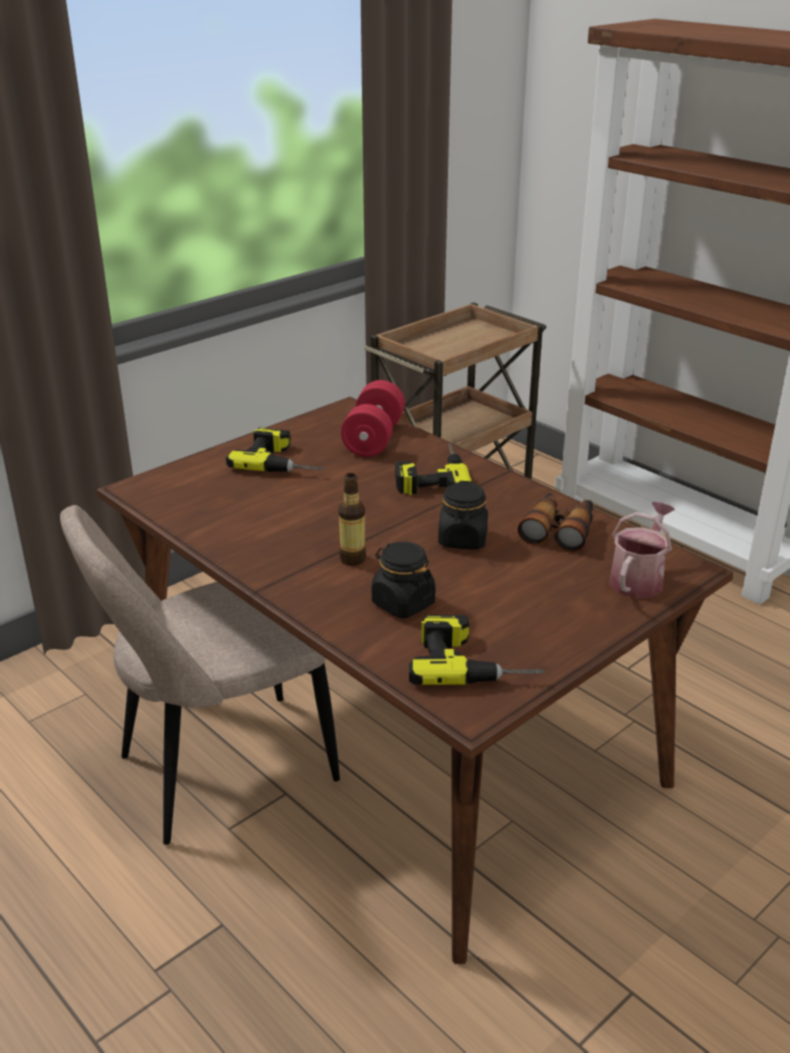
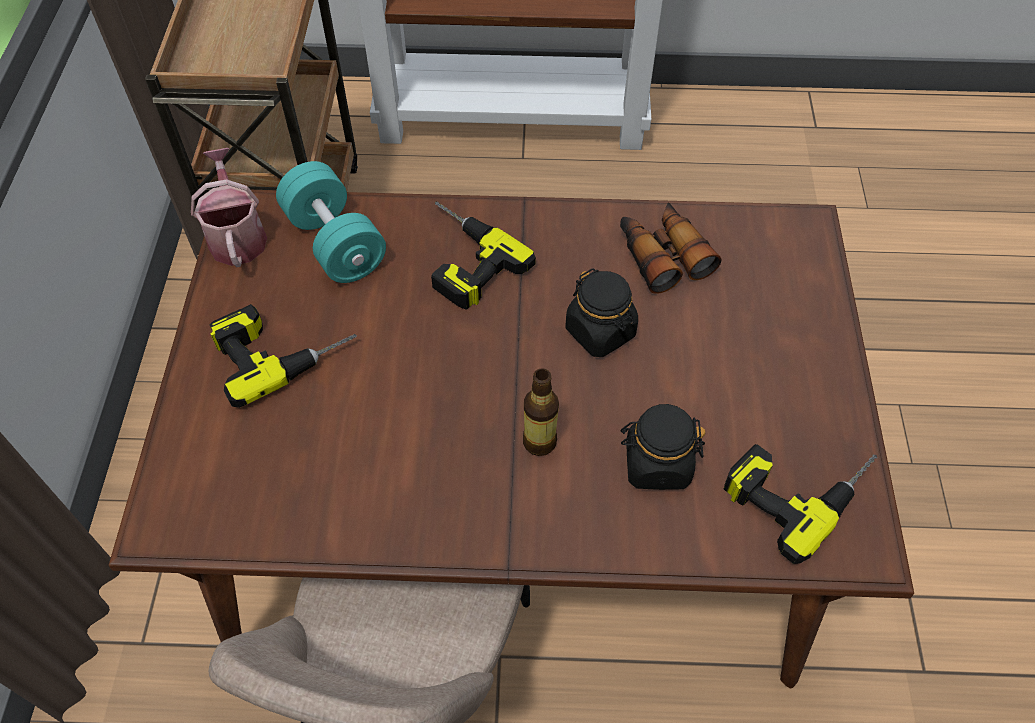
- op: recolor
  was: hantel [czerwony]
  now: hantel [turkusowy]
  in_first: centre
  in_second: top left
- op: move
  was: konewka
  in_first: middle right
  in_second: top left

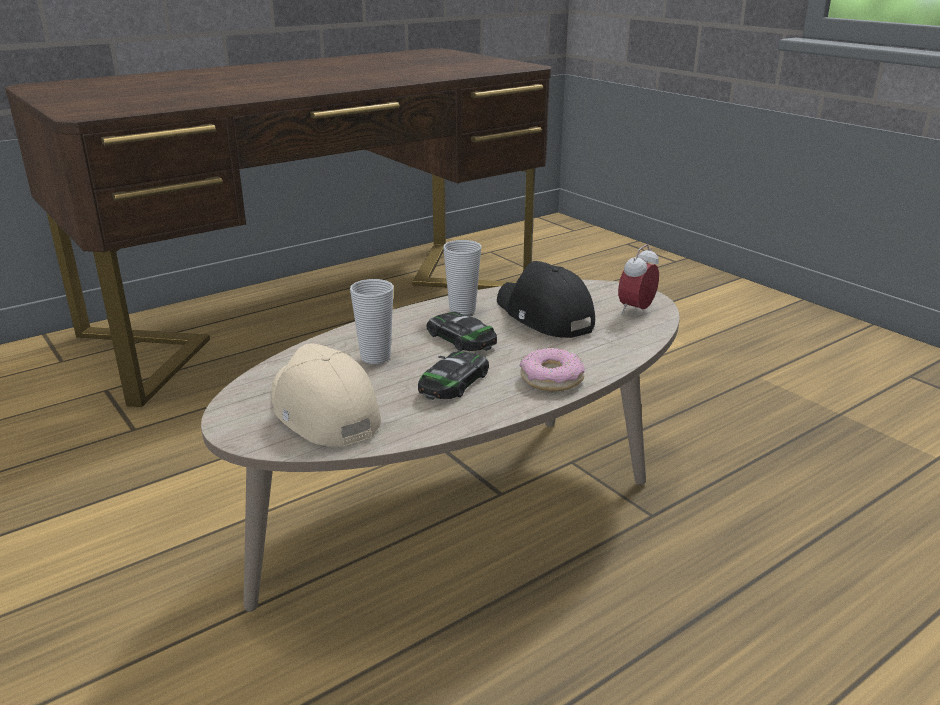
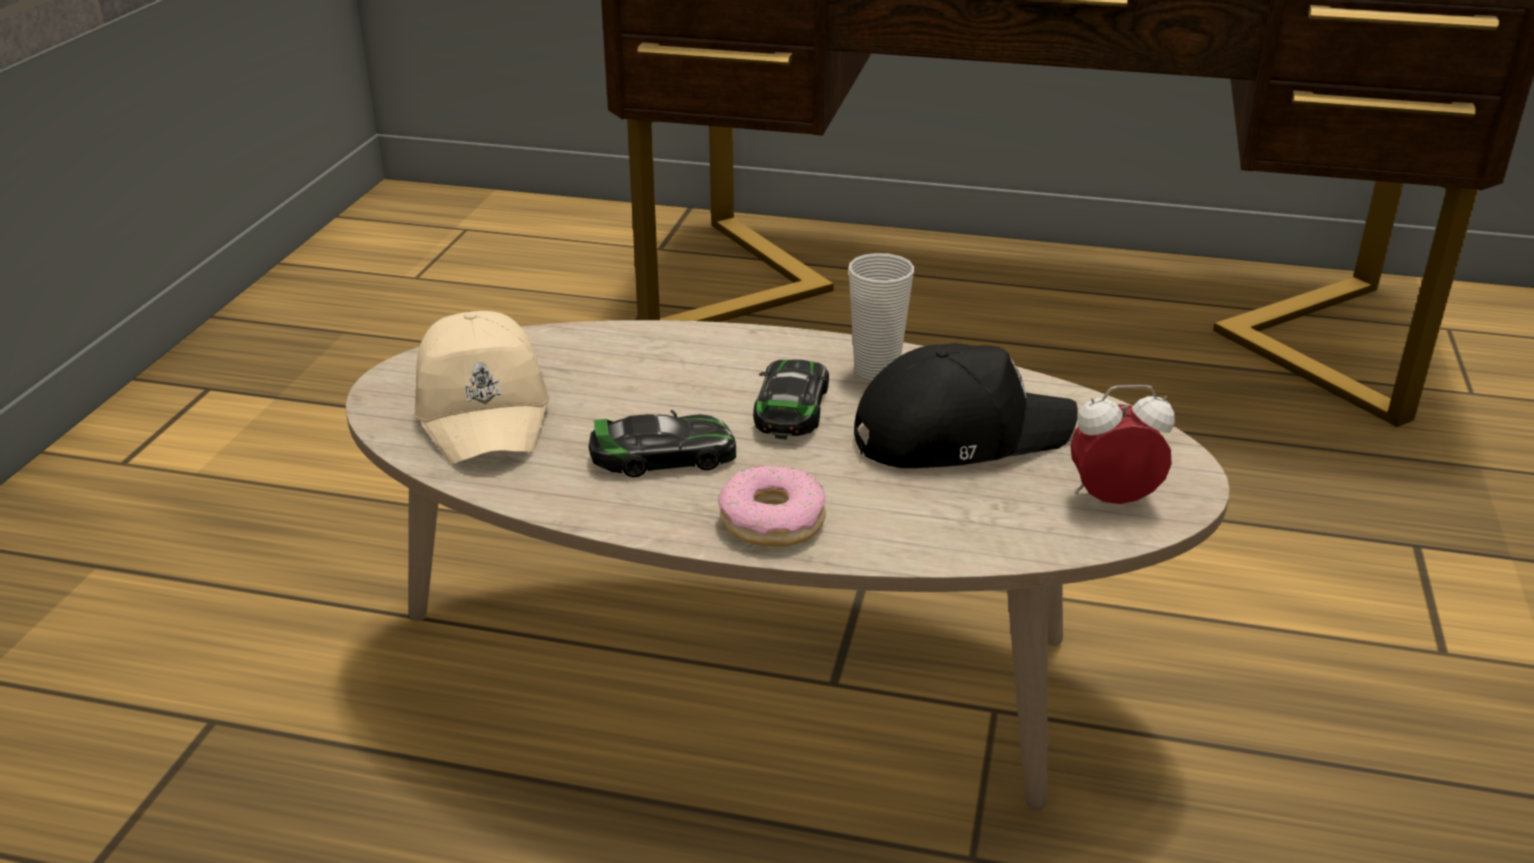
- op: rotate
  was: czapka z daszkiem [beżowy]
  in_first: centre
  in_second: middle left
  clockwise: 150
- op: delete
  was: filiżanka (1st from left)
  in_first: centre
- op: rotate
  was: czapka z daszkiem [czarny]
  in_first: centre
  in_second: centre
  clockwise: 60

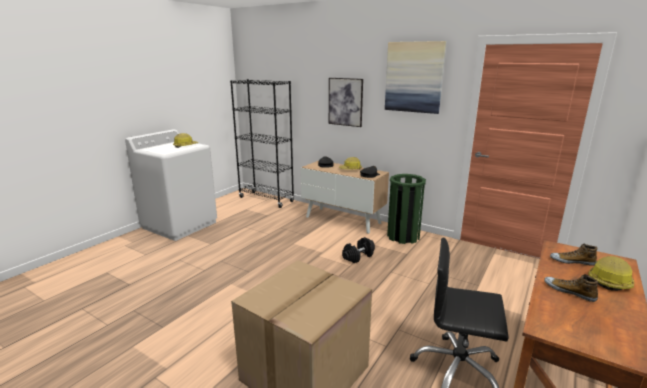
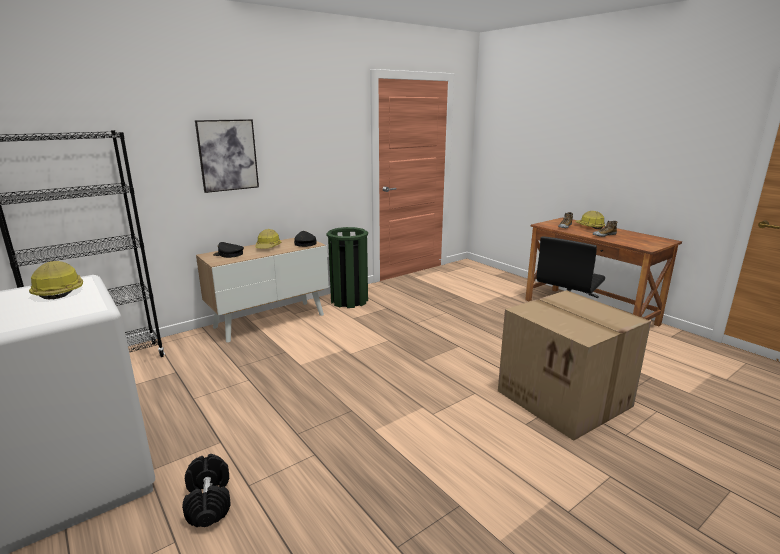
- op: move
  was: hantel [czarny]
  in_first: centre
  in_second: bottom left
- op: delete
  was: obraz (2nd from left)
  in_first: top centre

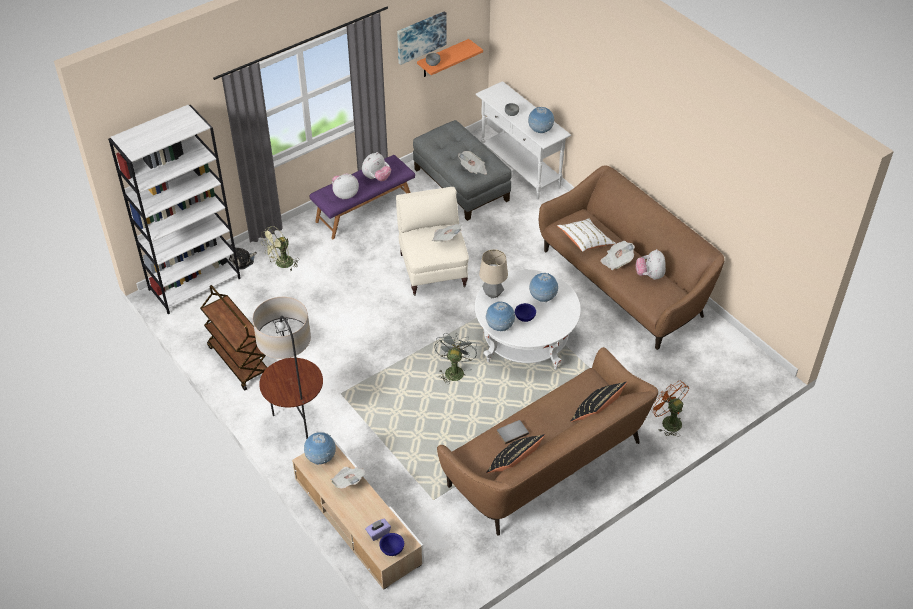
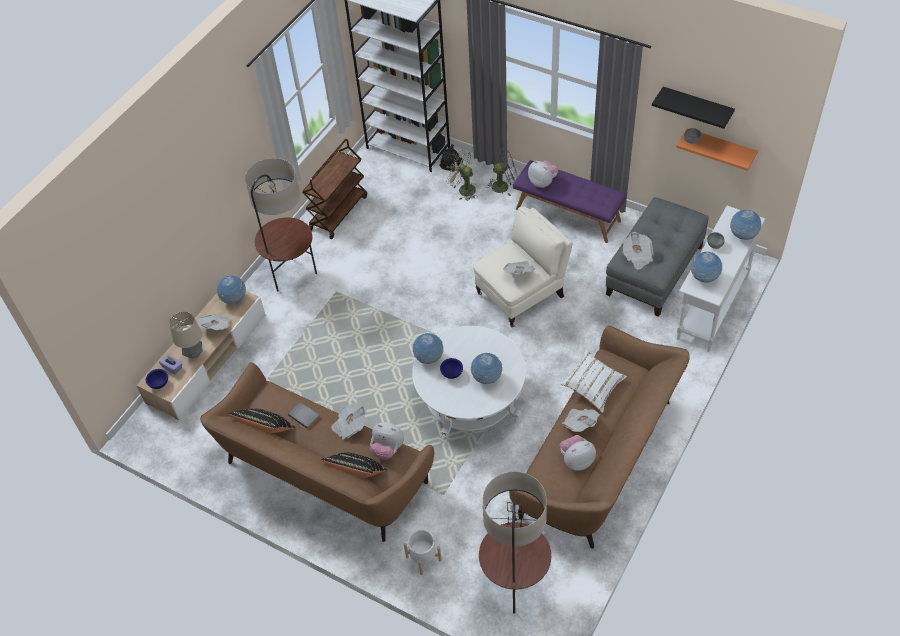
- op: move
  was: pluszak (3rd from left in the first image)
  now: pluszak (1st from left)
  in_first: top centre
  in_second: bottom centre
- op: replace
  was: obraz
  now: półka [czarny]
  in_first: top centre
  in_second: top right
- op: move
  was: wentylator [szary]
  in_first: centre
  in_second: top centre
- op: move
  was: lampa stołowa
  in_first: centre
  in_second: middle left
- op: replace
  was: wentylator [pomarańczowy]
  now: donica [biały]
  in_first: bottom right
  in_second: bottom centre
- op: insert
  now: gazeta (2nd from left)
  in_second: centre
- op: insert
  now: lampa stojąca (2nd from left)
  in_second: bottom centre
- op: insert
  now: globus (5th from left)
  in_second: middle right

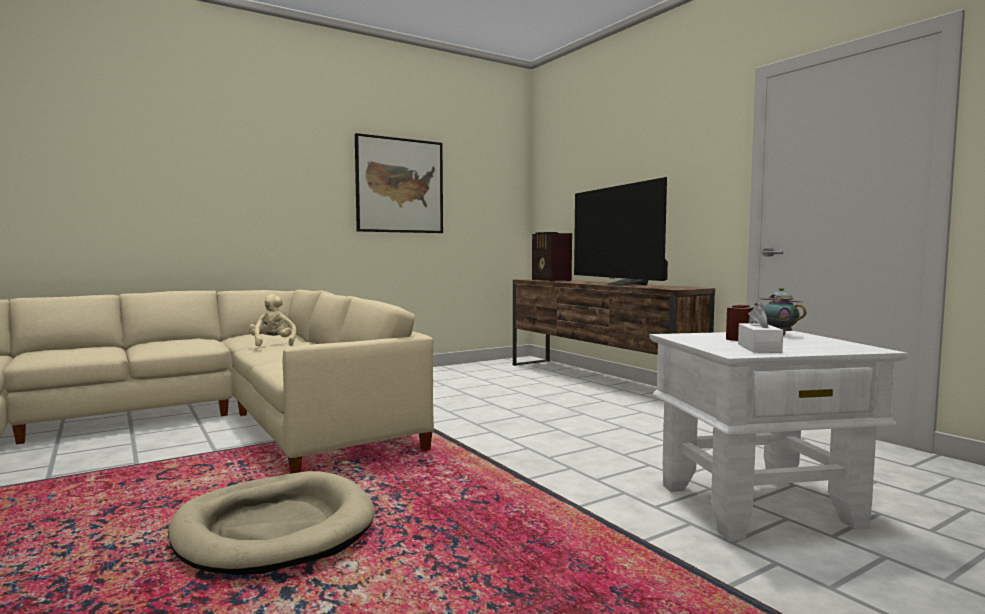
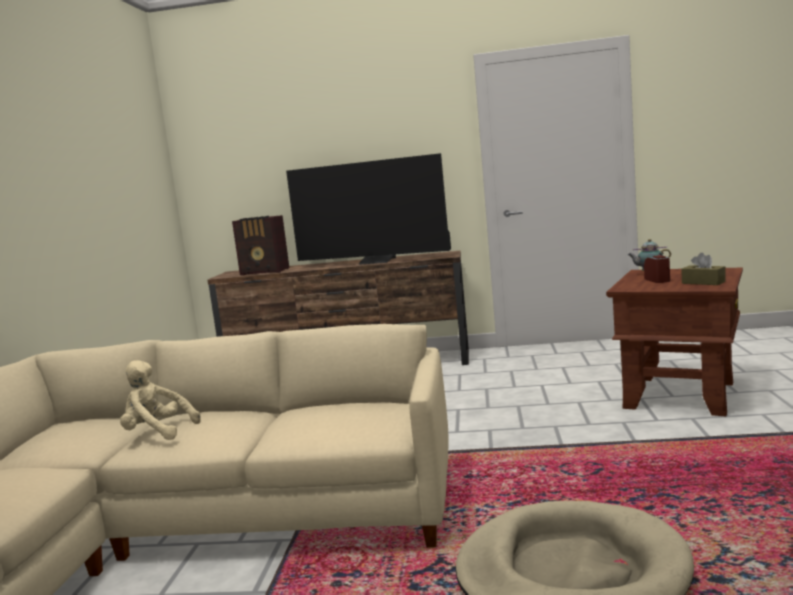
- op: delete
  was: obraz
  in_first: top centre
- op: recolor
  was: stolik [biały]
  now: stolik [brązowy]
  in_first: bottom right
  in_second: middle right
- op: recolor
  was: pudełko chusteczek [biały]
  now: pudełko chusteczek [brązowy]
  in_first: middle right
  in_second: middle right

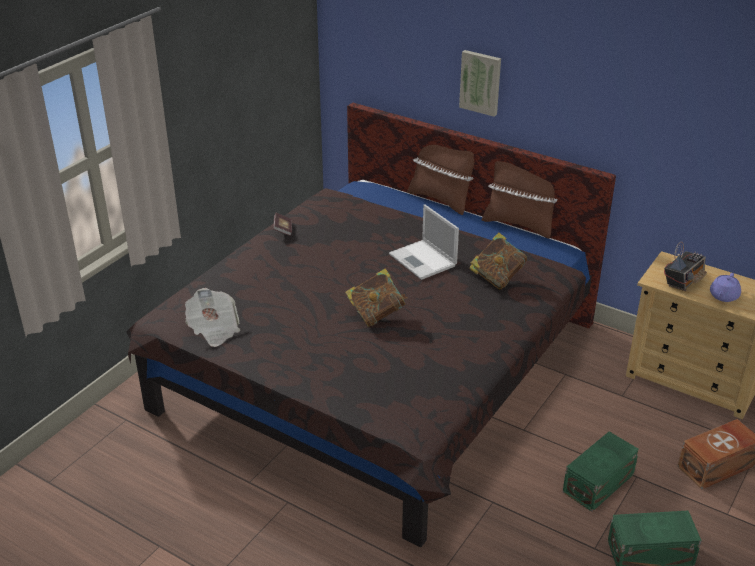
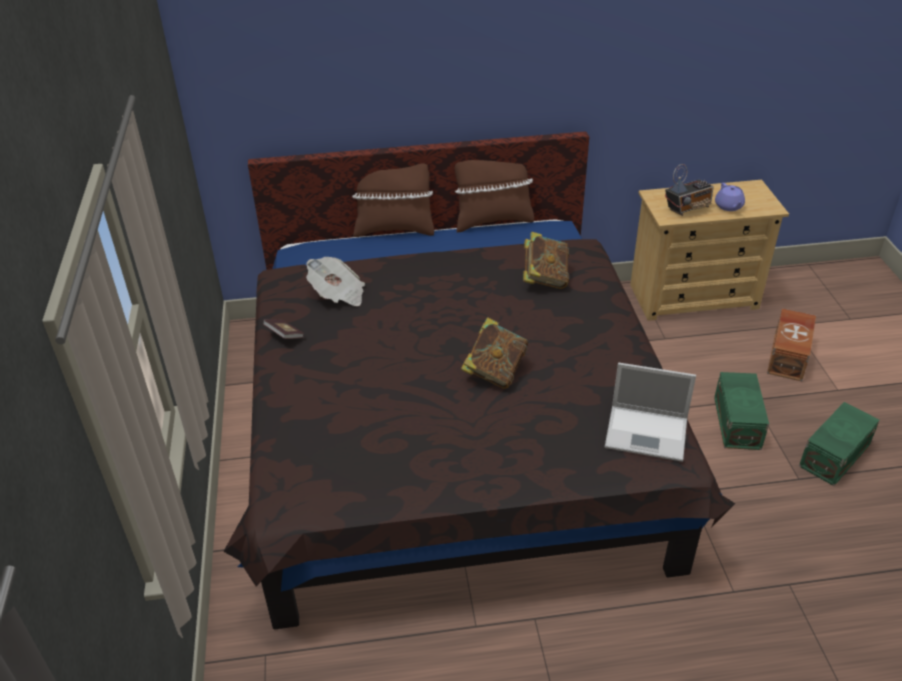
- op: move
  was: gazeta
  in_first: middle left
  in_second: centre
- op: move
  was: laptop
  in_first: centre
  in_second: middle right
- op: delete
  was: obraz
  in_first: top centre
- op: rotate
  was: radio
  in_first: middle right
  in_second: top right
  clockwise: 60

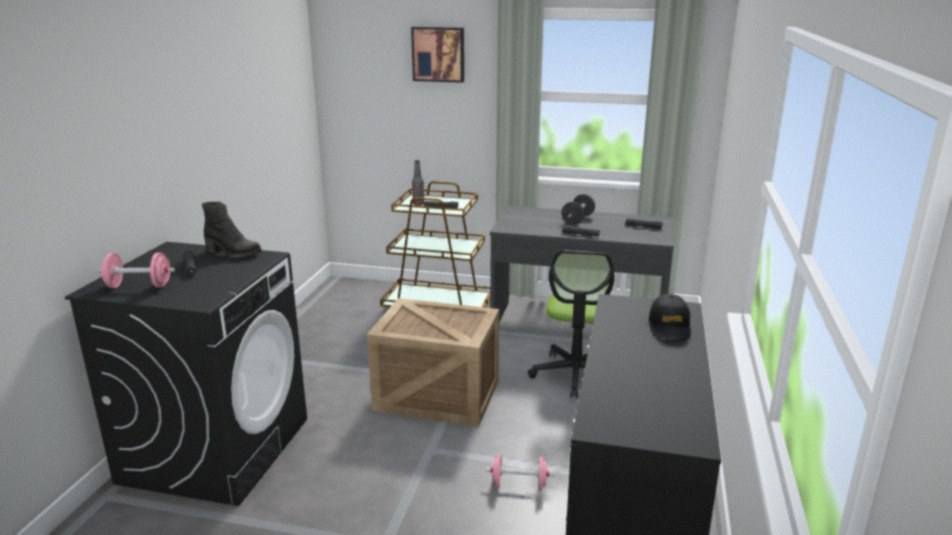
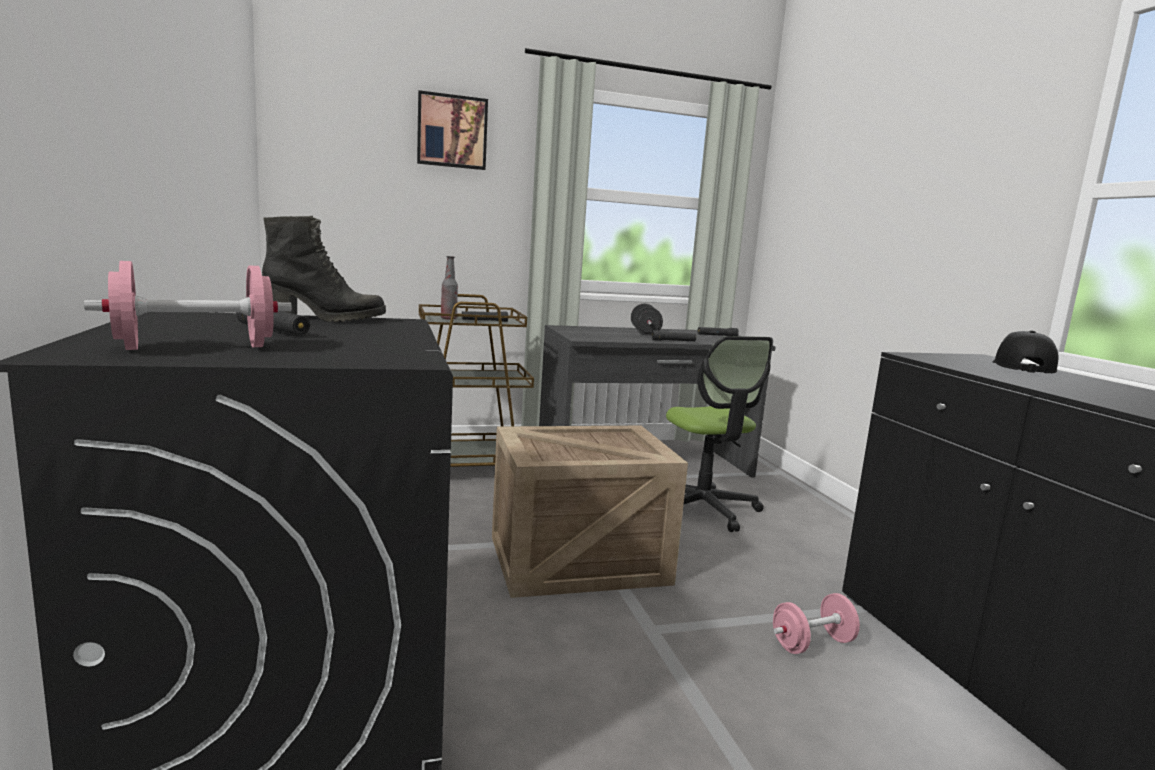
- op: rotate
  was: czapka z daszkiem [czarny]
  in_first: middle right
  in_second: middle right
  clockwise: -135

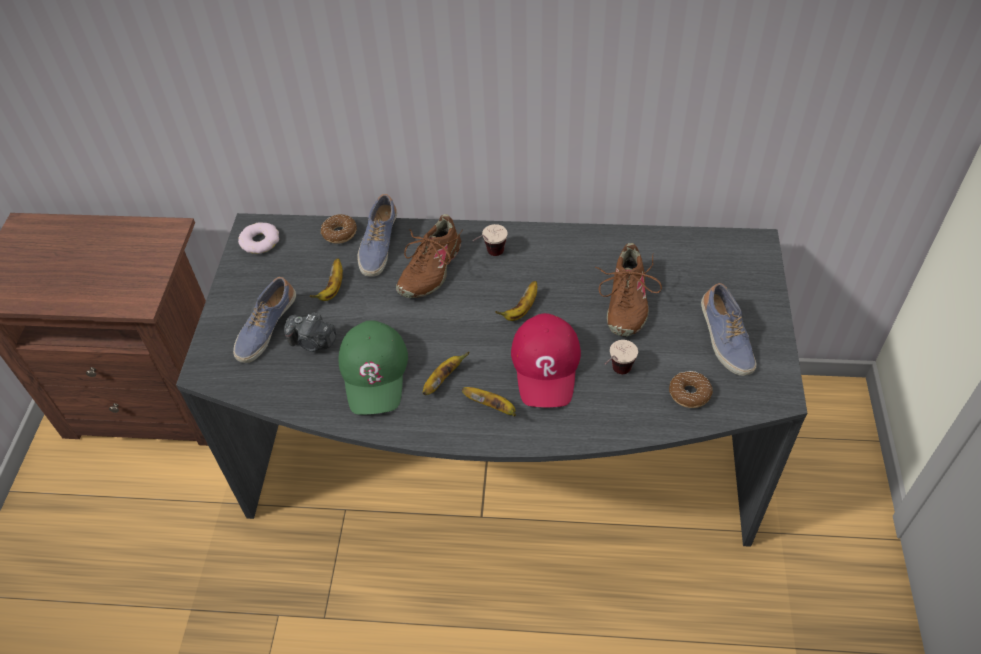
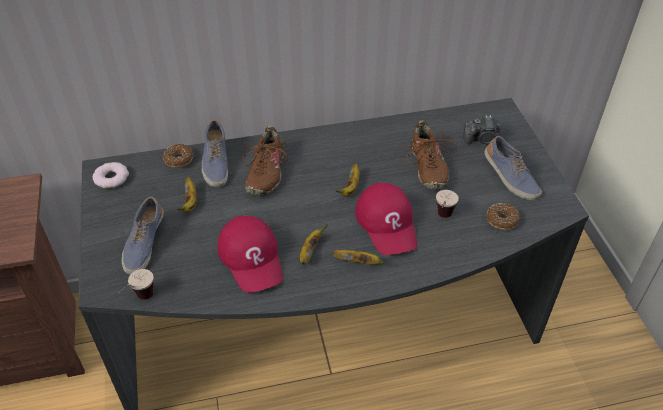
- op: move
  was: aparat fotograficzny
  in_first: middle left
  in_second: top right
- op: recolor
  was: czapka z daszkiem [zielony]
  now: czapka z daszkiem [czerwony] (1st from left)
  in_first: centre
  in_second: centre
- op: move
  was: filiżanka (1st from left)
  in_first: centre
  in_second: bottom left

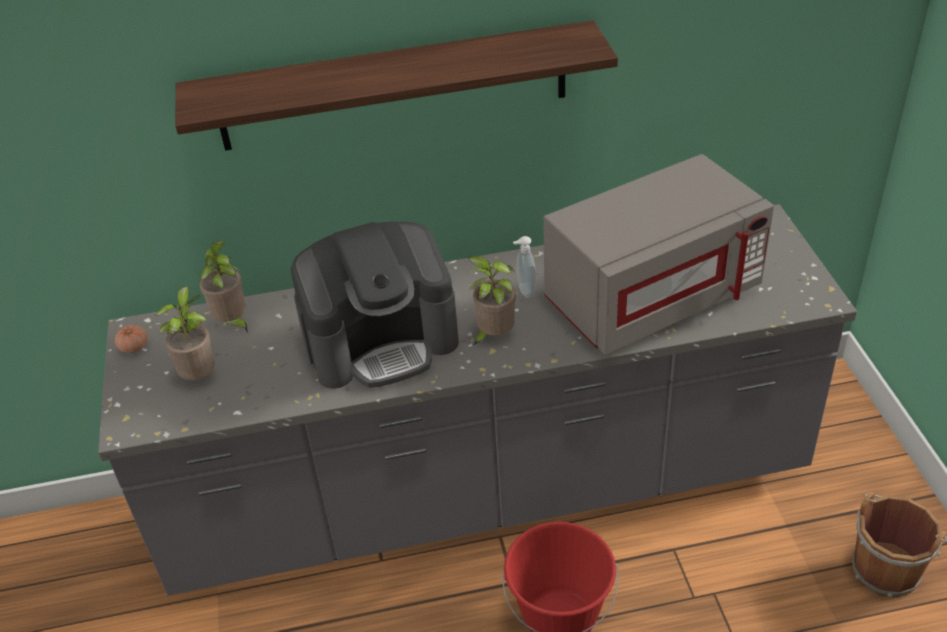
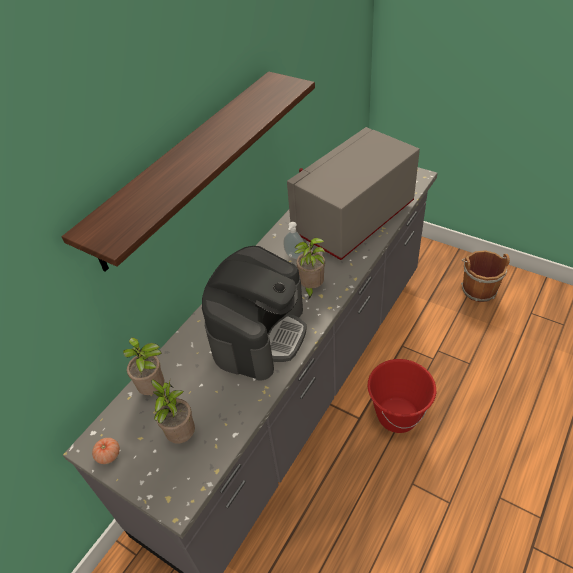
- op: rotate
  was: mikrofalówka [szary]
  in_first: middle right
  in_second: centre
  clockwise: -150

